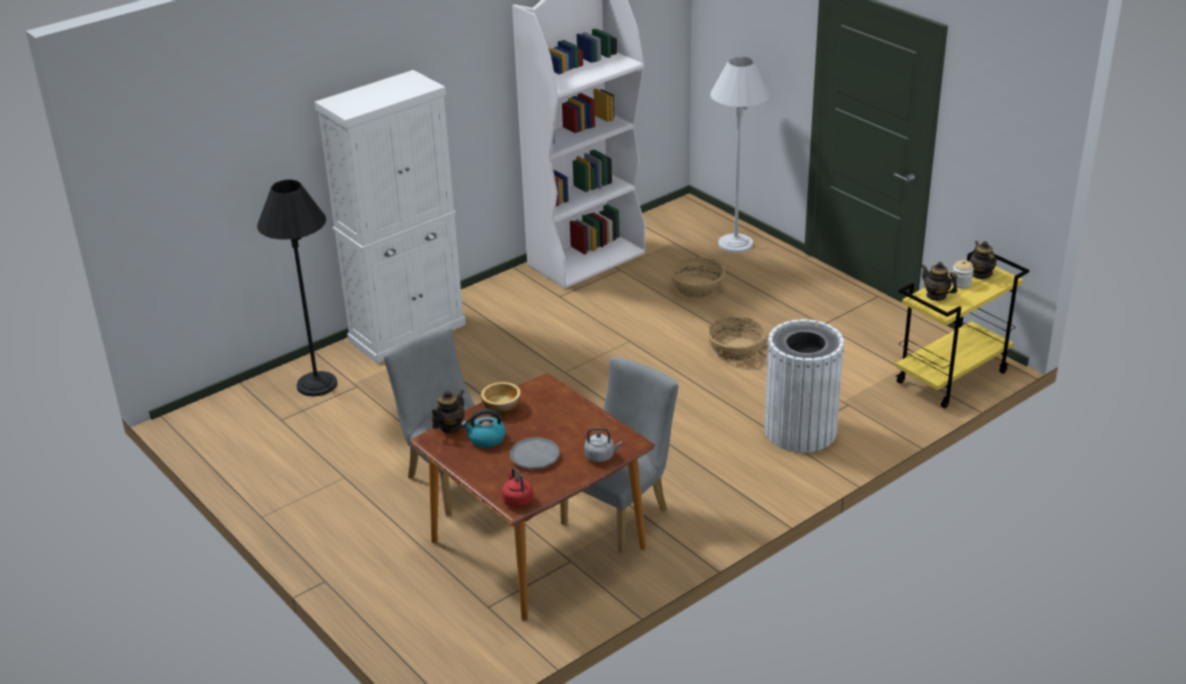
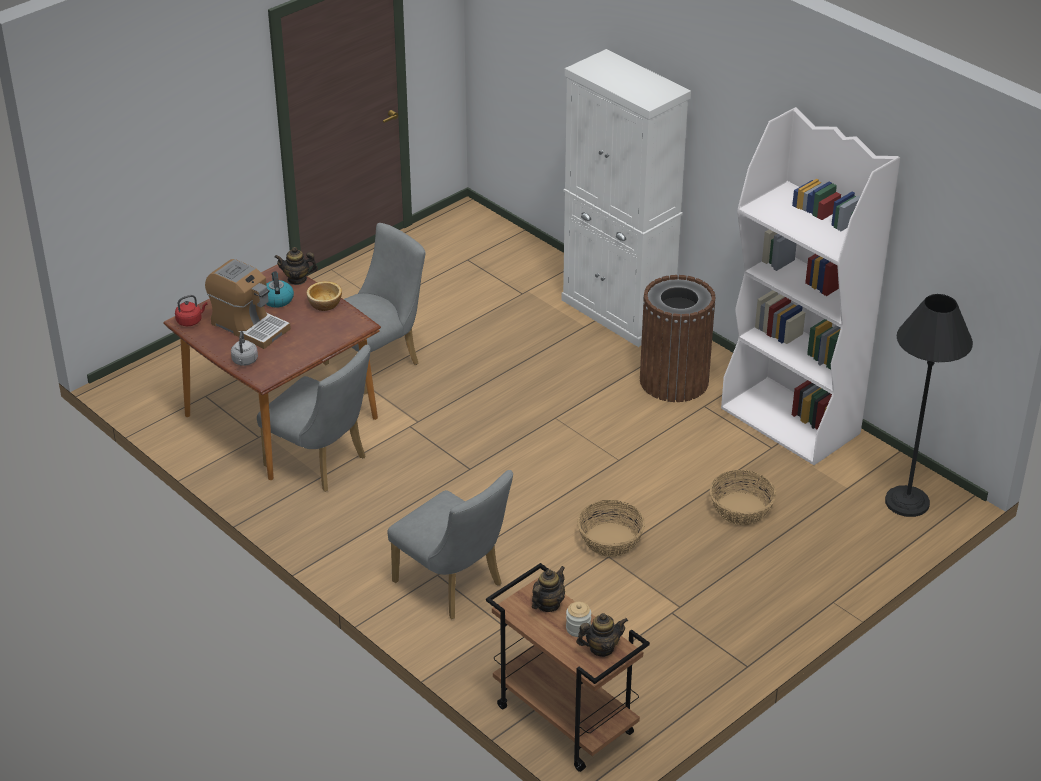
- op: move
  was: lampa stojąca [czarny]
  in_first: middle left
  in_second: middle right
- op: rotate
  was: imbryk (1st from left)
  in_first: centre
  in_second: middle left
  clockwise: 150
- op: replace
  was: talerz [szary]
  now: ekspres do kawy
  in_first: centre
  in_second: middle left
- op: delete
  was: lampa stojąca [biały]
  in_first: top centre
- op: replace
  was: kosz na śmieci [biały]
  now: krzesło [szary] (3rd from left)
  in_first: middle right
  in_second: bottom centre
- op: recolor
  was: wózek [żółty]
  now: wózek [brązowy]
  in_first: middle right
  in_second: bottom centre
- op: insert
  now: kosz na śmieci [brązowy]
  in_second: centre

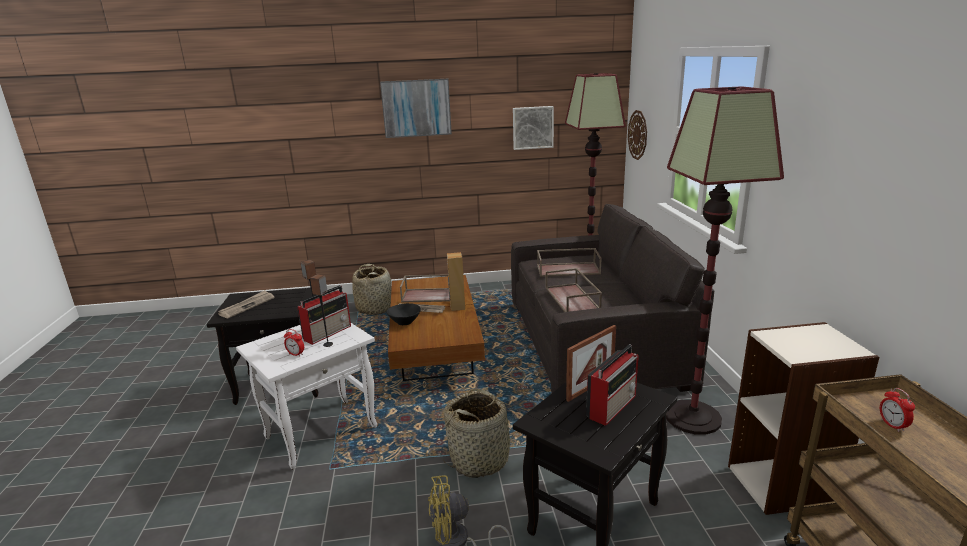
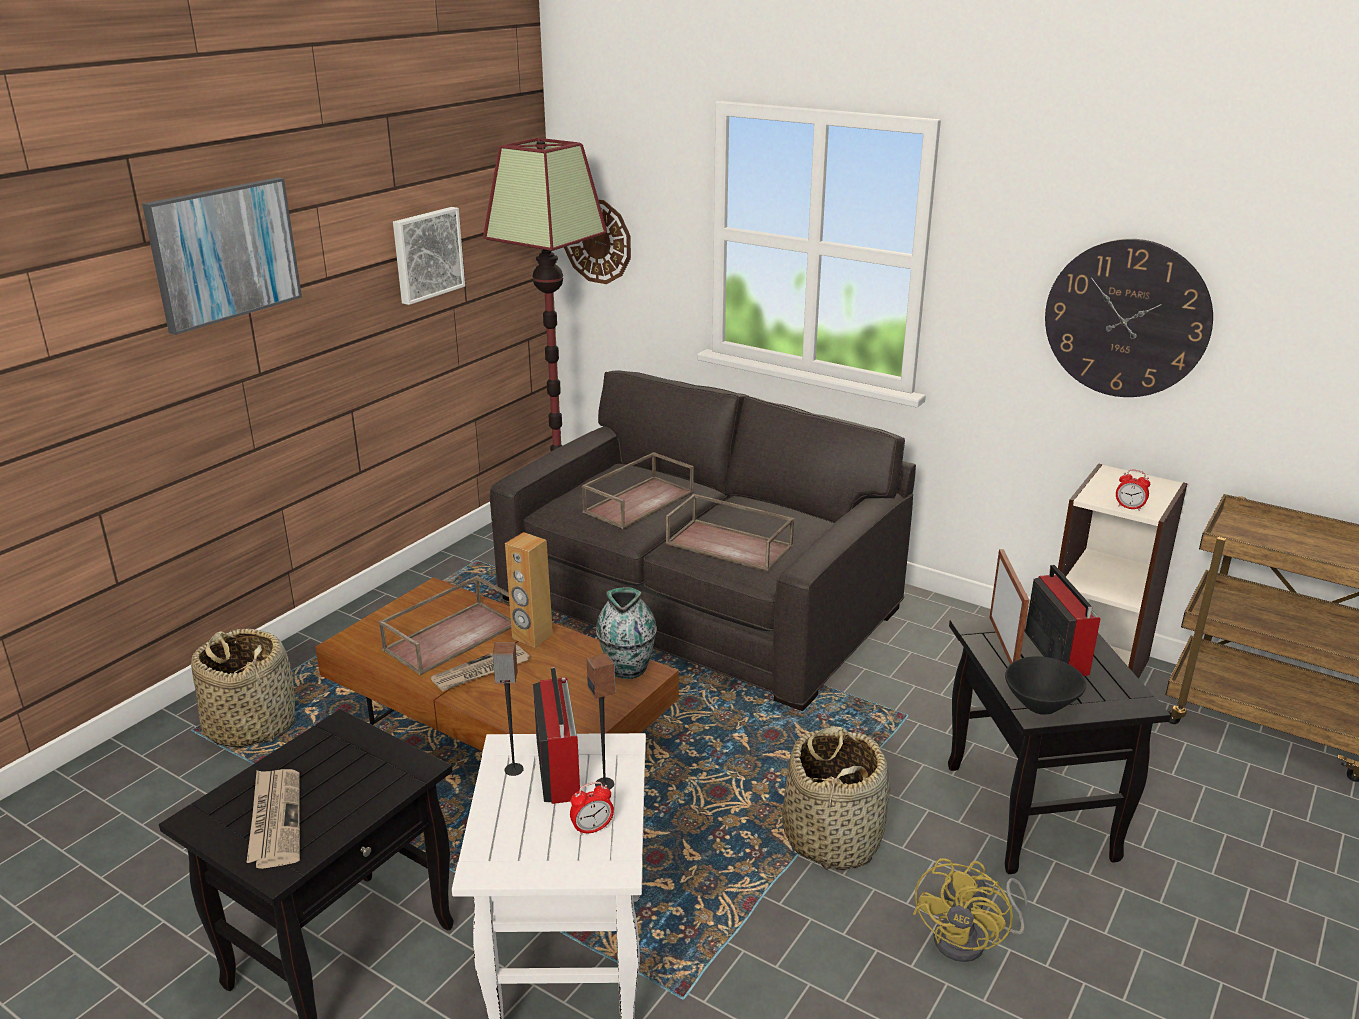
- op: move
  was: miska [czarny]
  in_first: centre
  in_second: bottom right
- op: delete
  was: lampa stojąca (2nd from left)
  in_first: middle right
- op: move
  was: budzik (2nd from left)
  in_first: bottom right
  in_second: middle right
- op: insert
  now: wazon
  in_second: centre
- op: insert
  now: zegar ścienny (2nd from left)
  in_second: top right

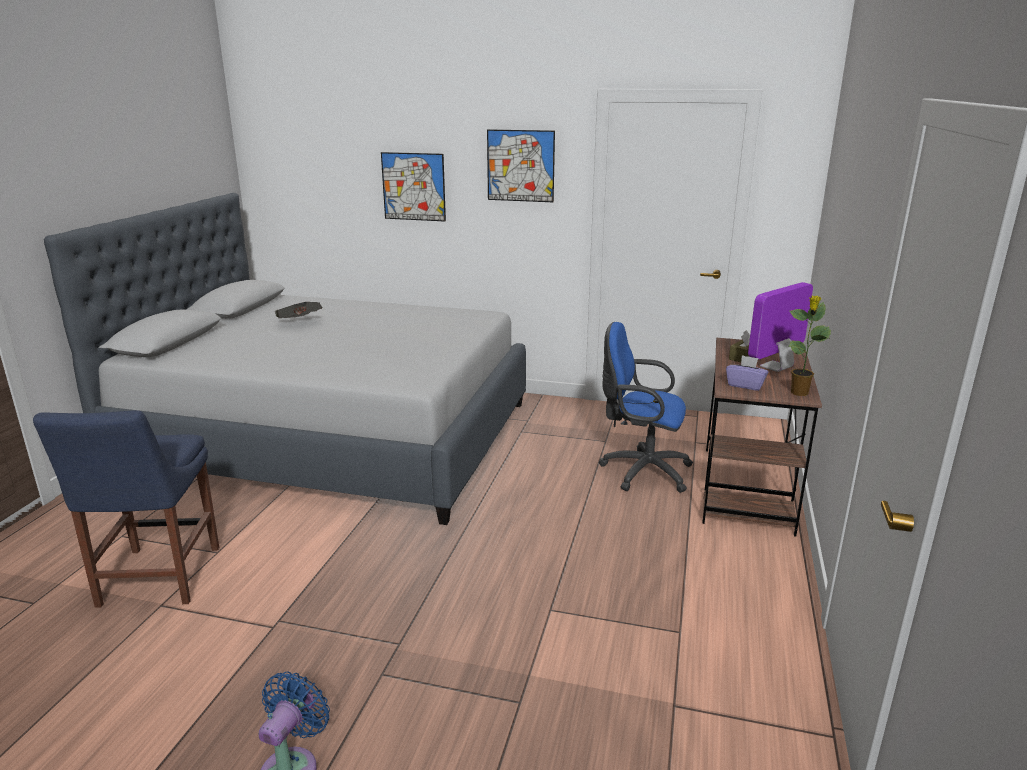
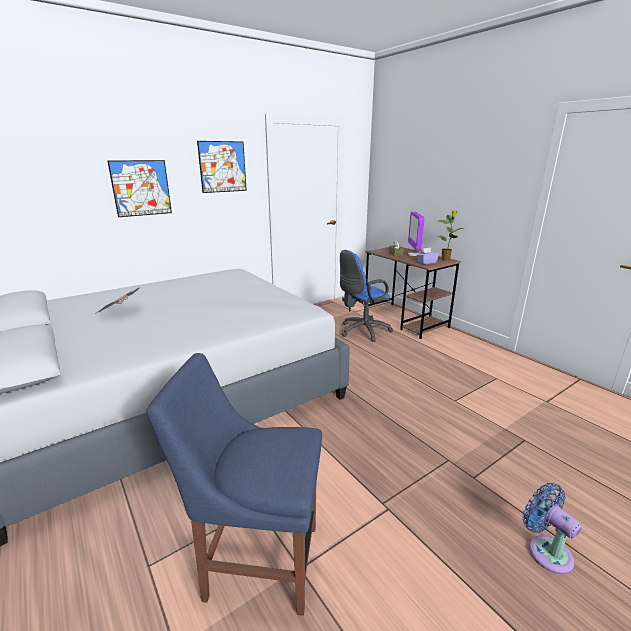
- op: rotate
  was: krzesło [niebieski]
  in_first: middle left
  in_second: bottom centre
  clockwise: 150

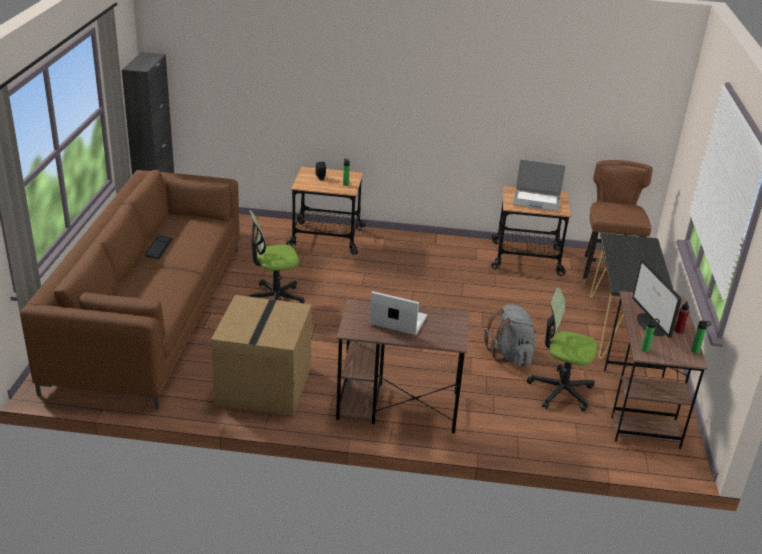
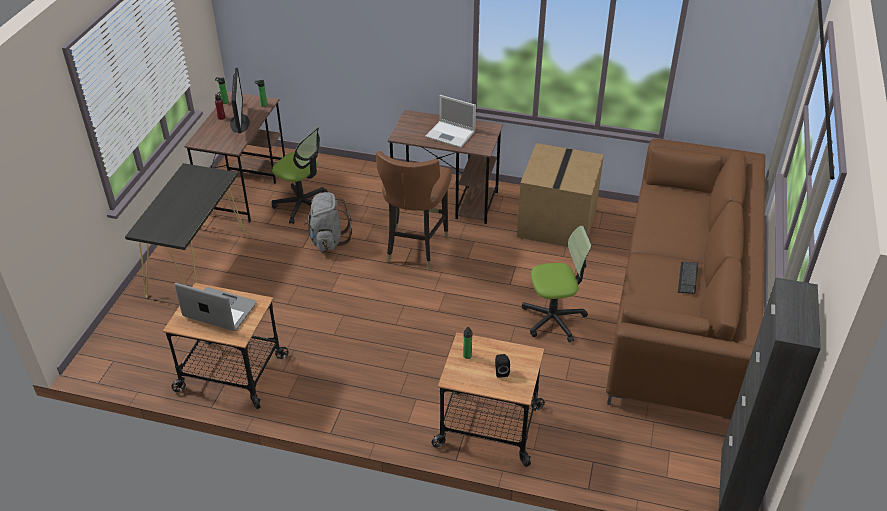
- op: move
  was: krzesło [brązowy]
  in_first: middle right
  in_second: centre

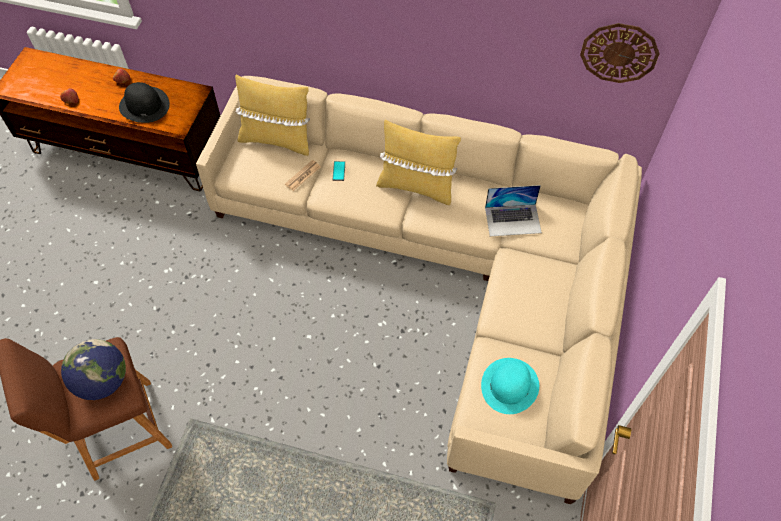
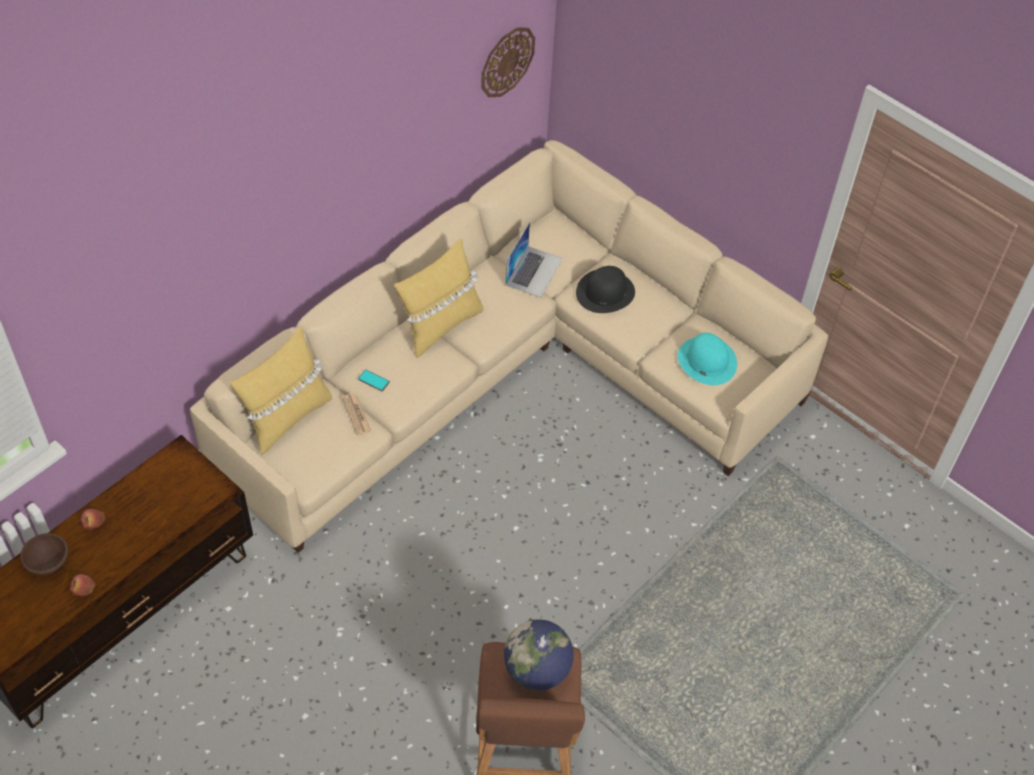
- op: move
  was: kapelusz [czarny]
  in_first: top left
  in_second: centre
- op: insert
  now: miska [brązowy]
  in_second: bottom left

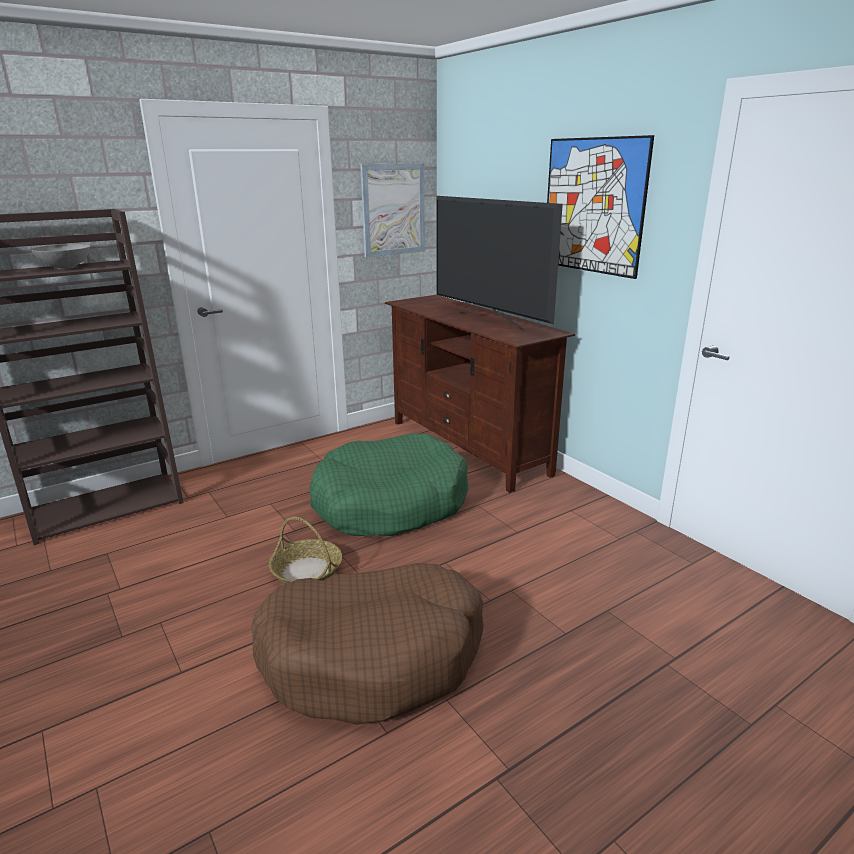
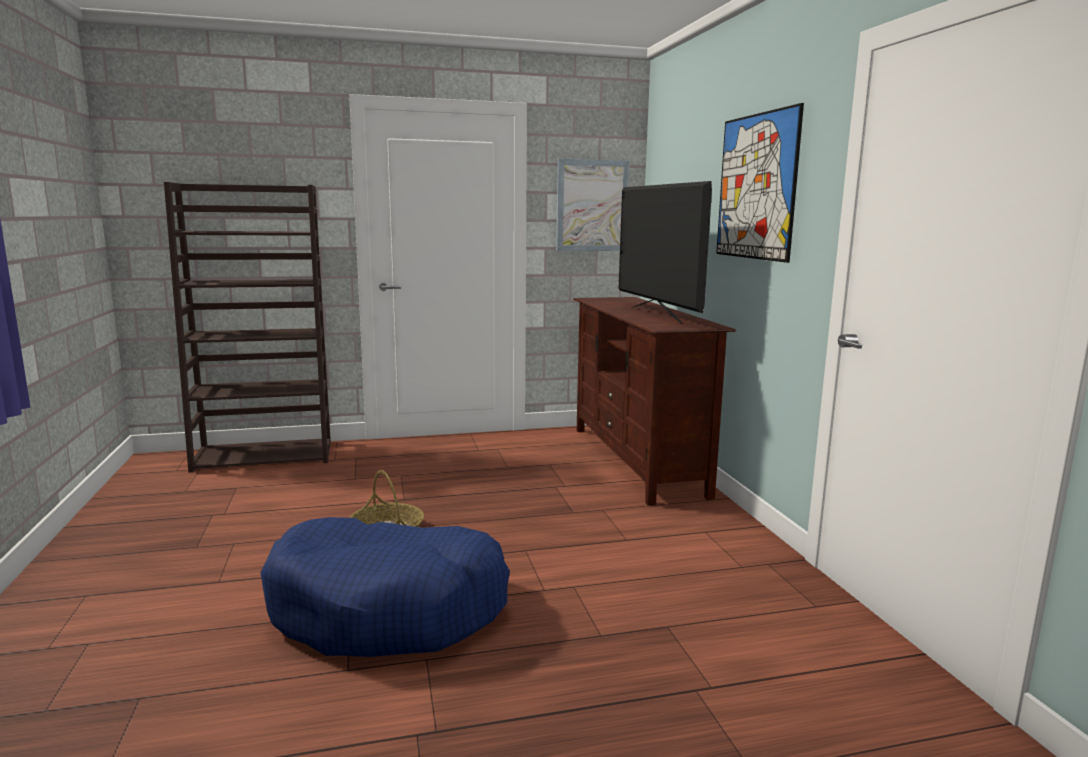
- op: delete
  was: miska [szary]
  in_first: top left
- op: recolor
  was: legowisko [brązowy]
  now: legowisko [niebieski]
  in_first: bottom centre
  in_second: bottom centre
- op: delete
  was: legowisko [zielony]
  in_first: centre

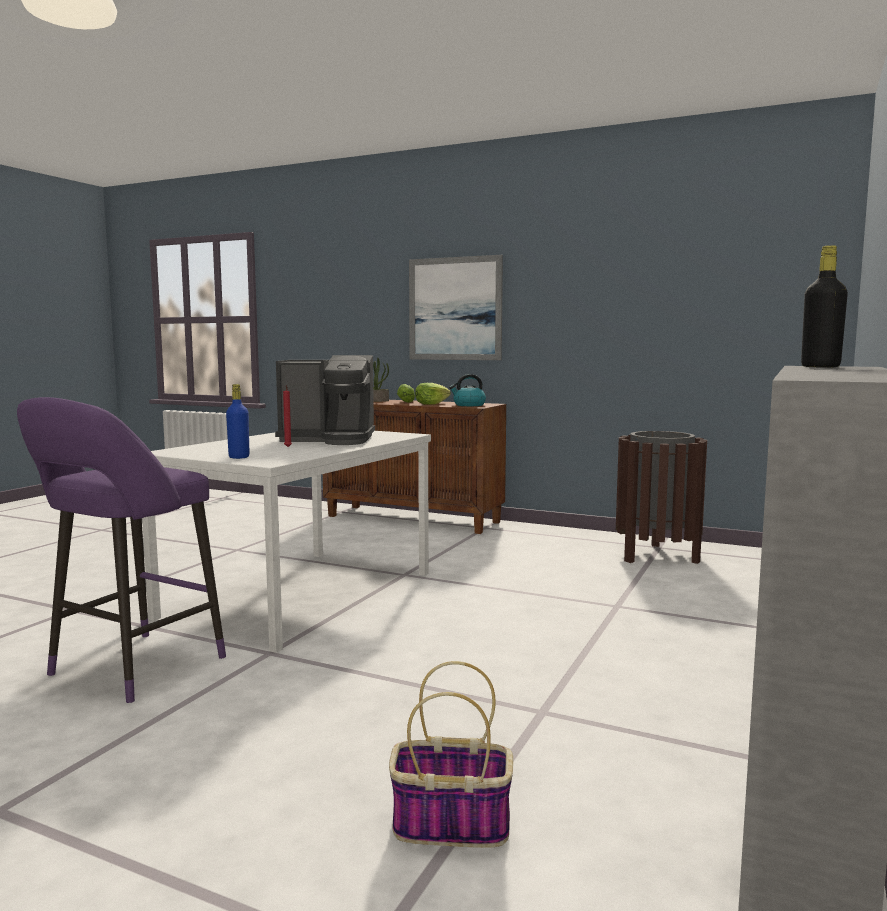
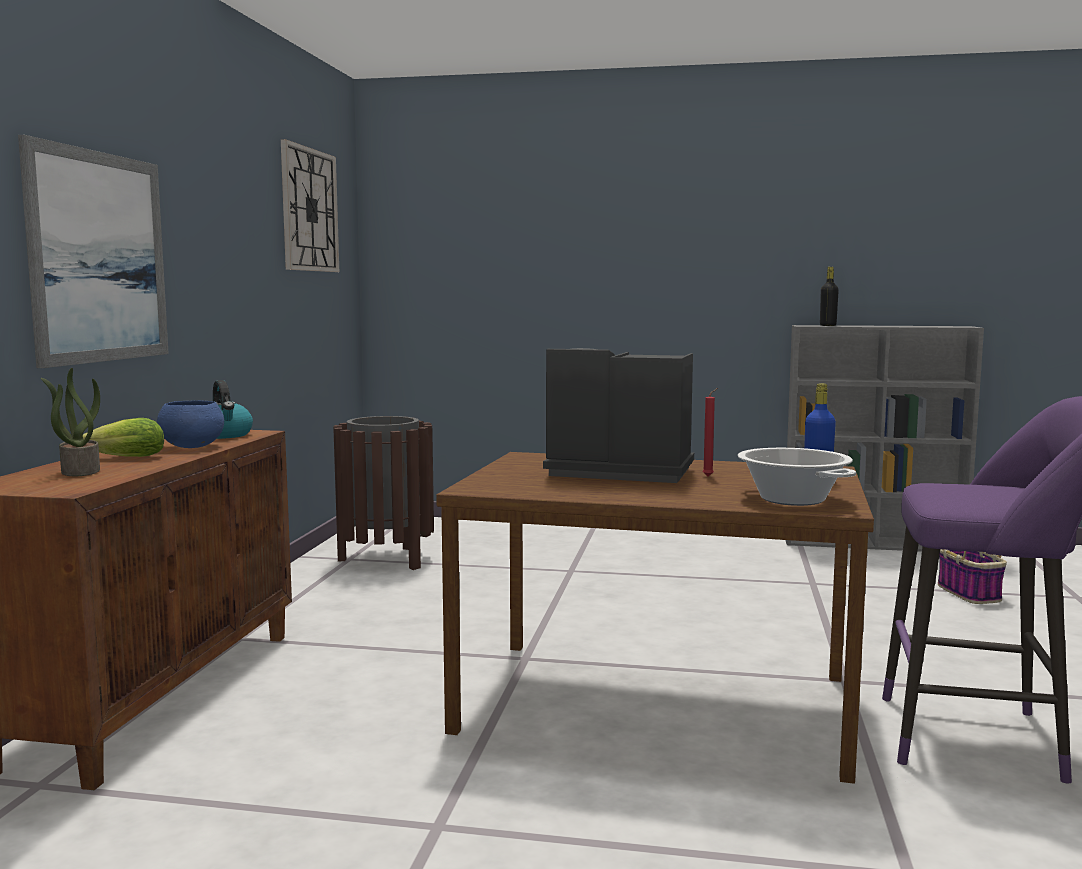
- op: recolor
  was: stół jadalny [biały]
  now: stół jadalny [brązowy]
  in_first: middle left
  in_second: bottom centre
- op: rotate
  was: ekspres do kawy
  in_first: centre
  in_second: centre
  clockwise: -60
- op: replace
  was: sałata (2nd from left)
  now: miska [niebieski]
  in_first: centre
  in_second: middle left
- op: insert
  now: zegar ścienny
  in_second: top left
- op: insert
  now: garnek
  in_second: middle right

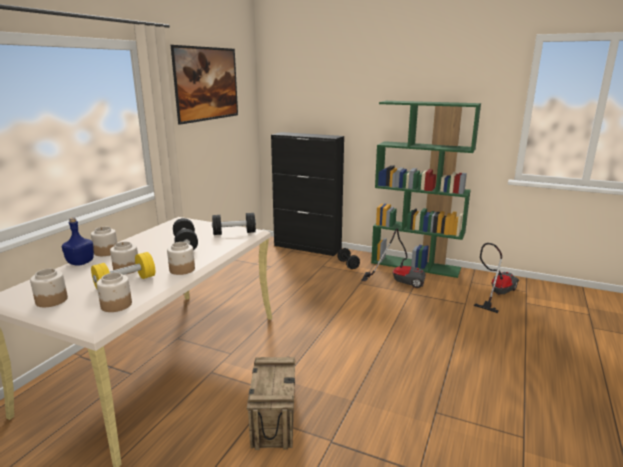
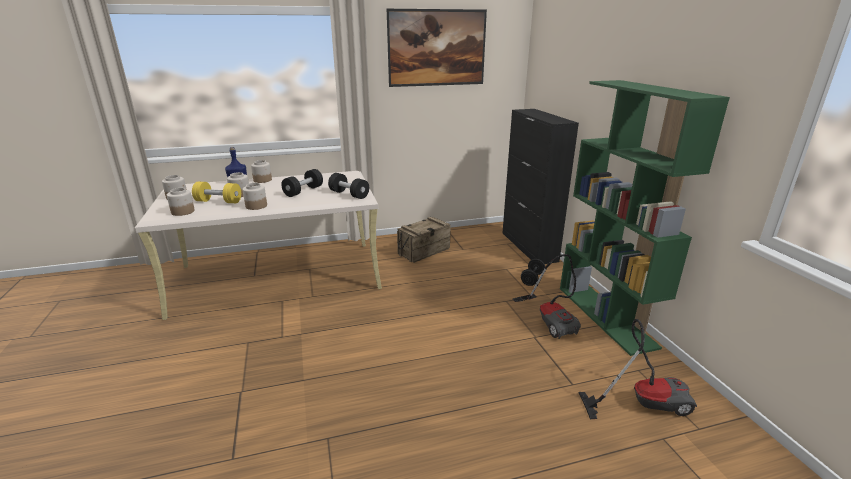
- op: move
  was: skrzynka
  in_first: bottom centre
  in_second: centre

